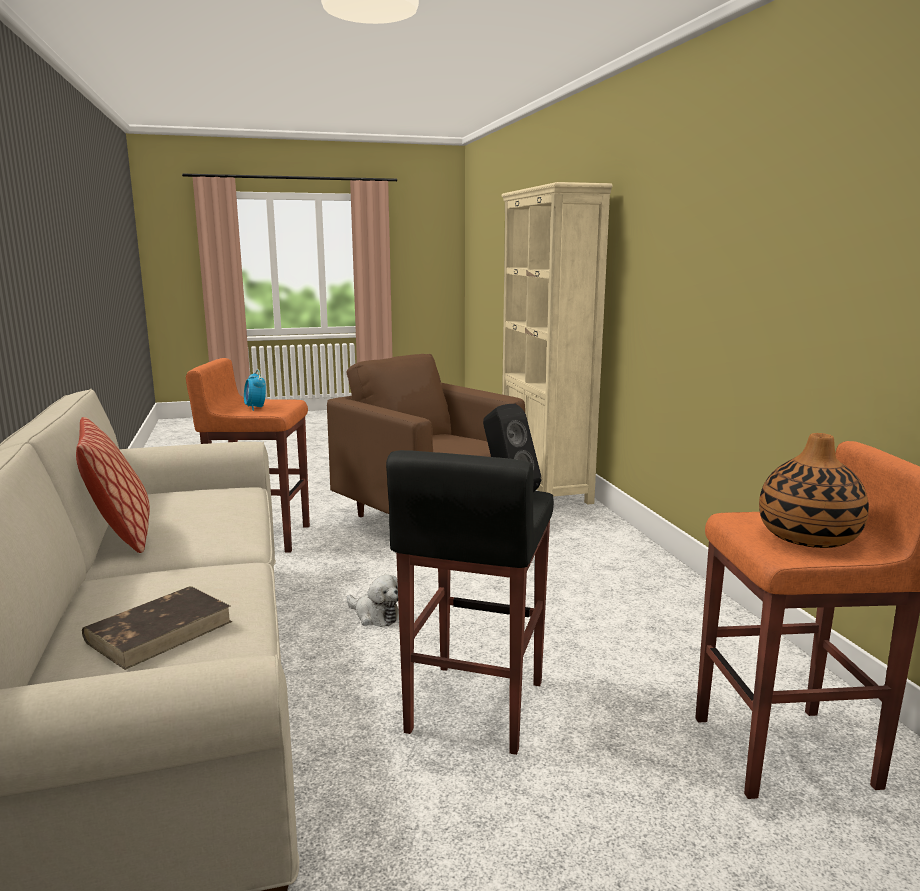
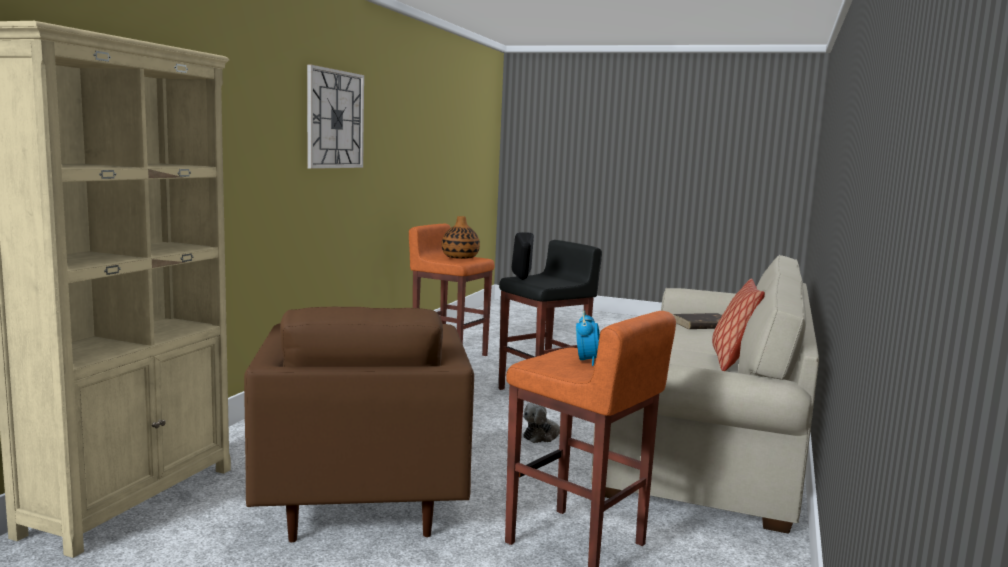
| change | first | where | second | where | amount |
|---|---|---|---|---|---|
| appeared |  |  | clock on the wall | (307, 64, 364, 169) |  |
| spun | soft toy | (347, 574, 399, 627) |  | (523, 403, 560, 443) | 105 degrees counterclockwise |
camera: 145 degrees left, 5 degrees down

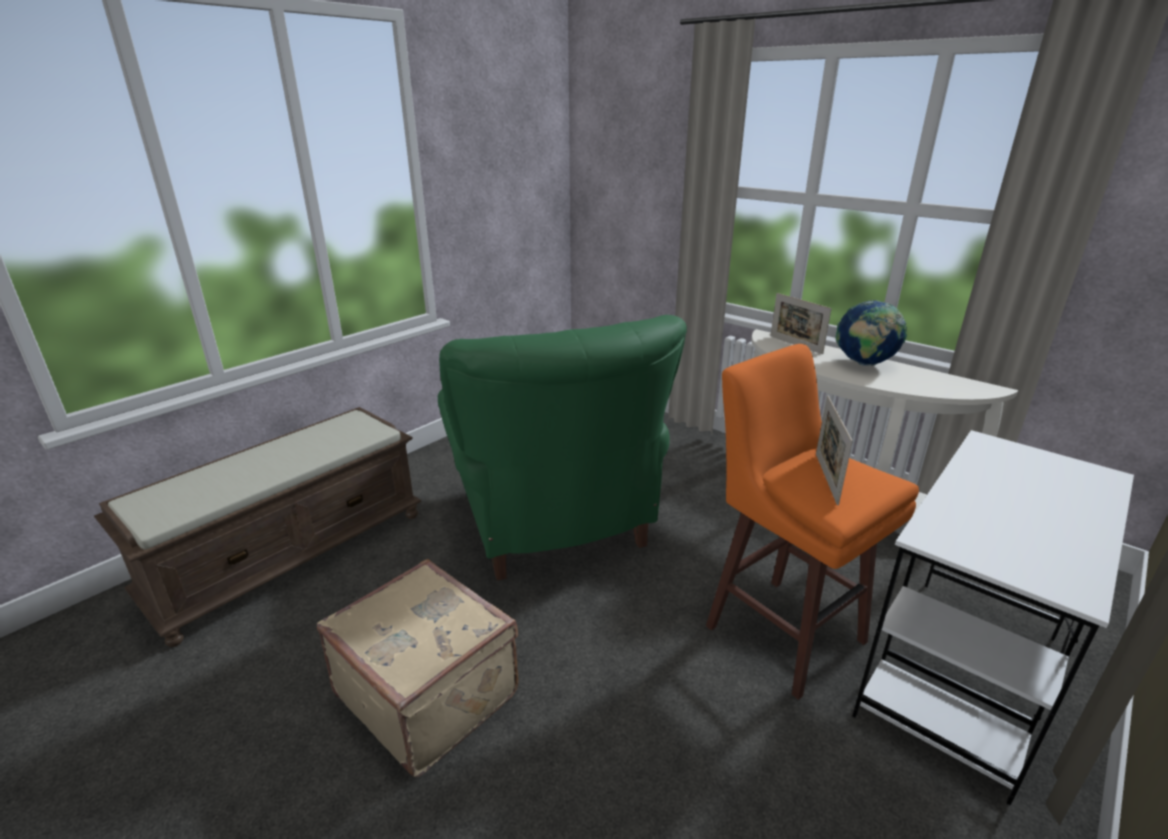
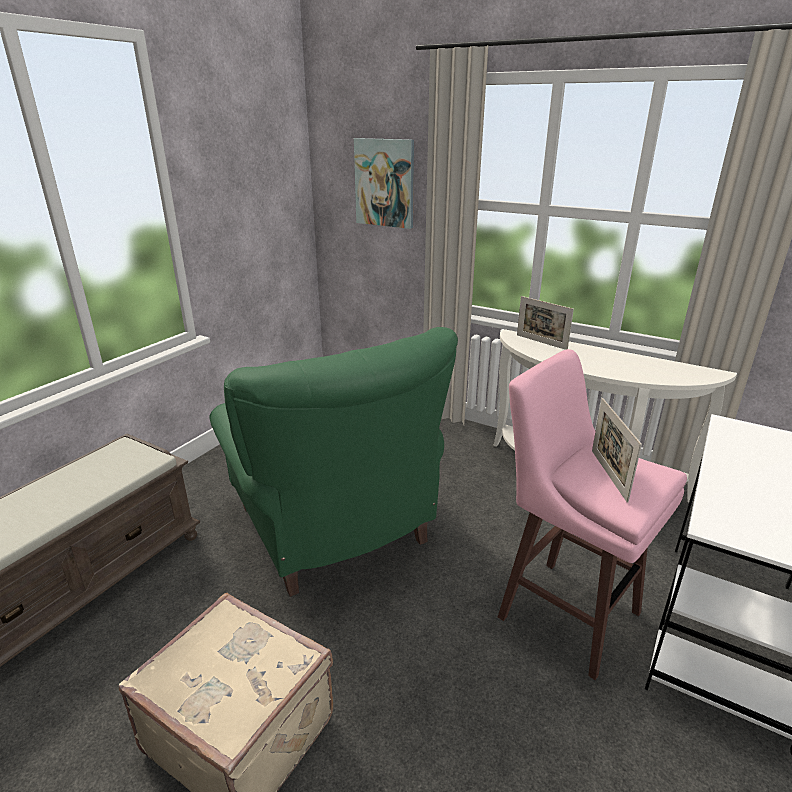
| change | first | where | second | where | amount |
|---|---|---|---|---|---|
| appeared |  |  | wall art | (354, 138, 414, 229) |  |
| colour | orange-coloured stool | (706, 344, 919, 700) | pinkish stool | (498, 349, 687, 680) |  |
| missing | desk globe | (835, 300, 907, 366) |  |  |  |
camera: 10 degrees left, 0 degrees up

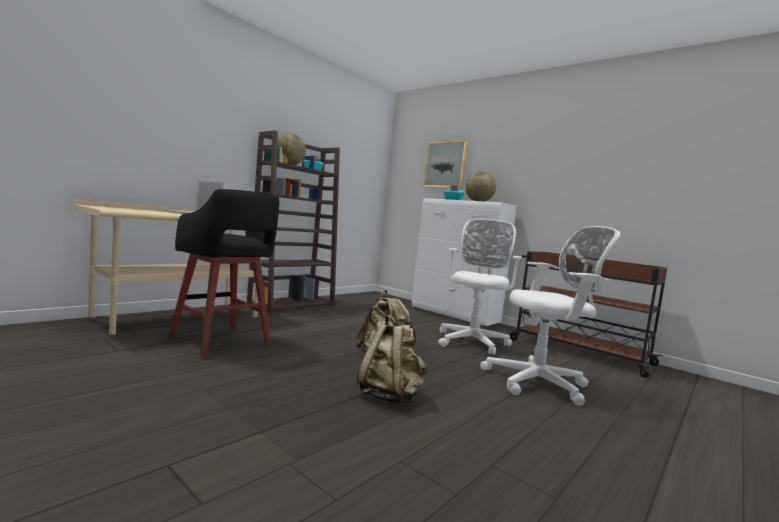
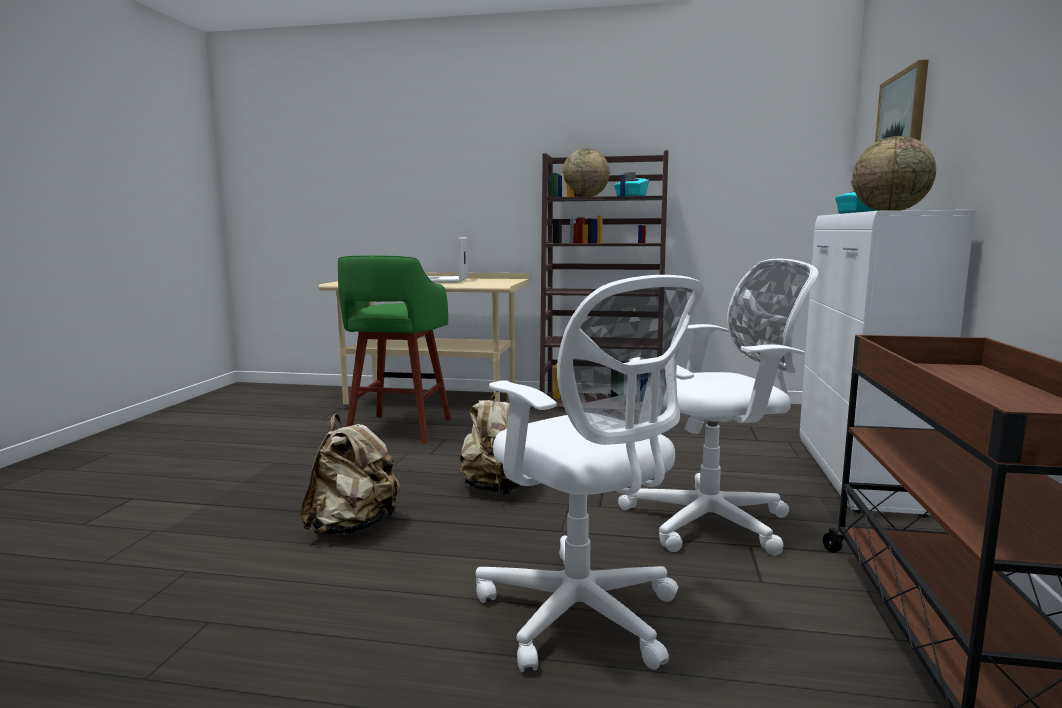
| change | first | where | second | where | amount |
|---|---|---|---|---|---|
| colour | blackish stool | (168, 189, 280, 359) | greenish stool | (338, 255, 451, 444) |  |
camera: 60 degrees right, 5 degrees up

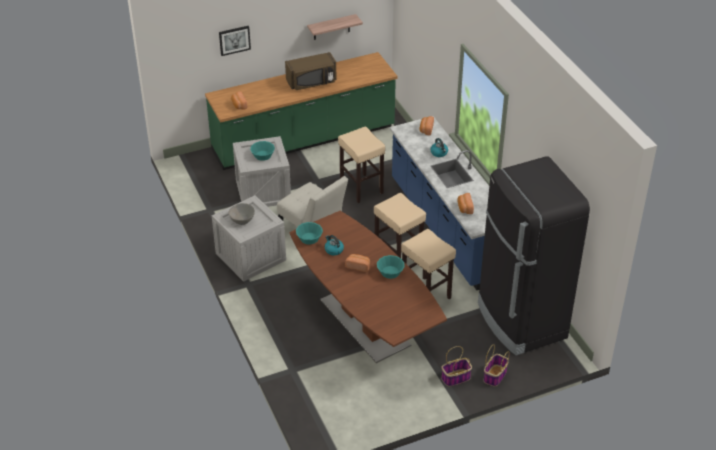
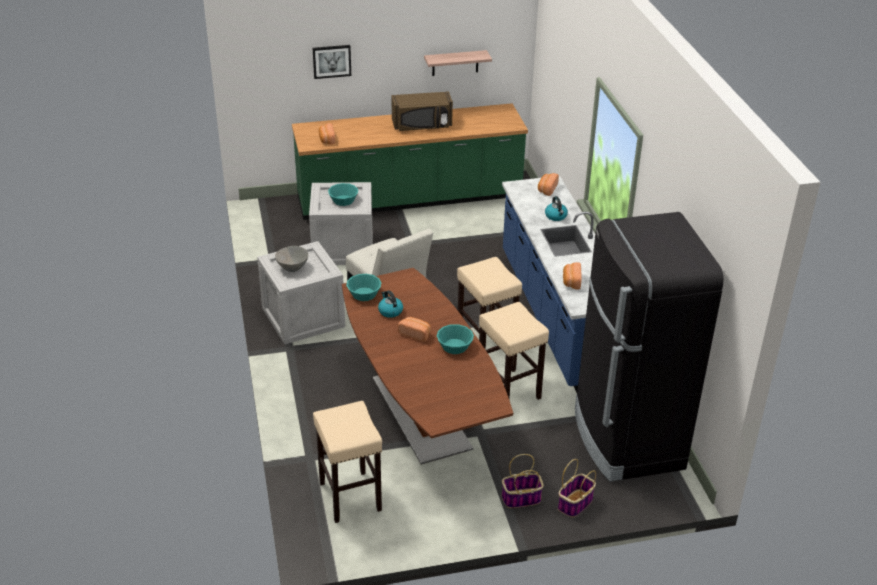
| change | first | where | second | where | amount |
|---|---|---|---|---|---|
| relocated | sand-coloured stool | (338, 126, 385, 203) |  | (313, 401, 382, 523) |  |
camera: 10 degrees right, 5 degrees down

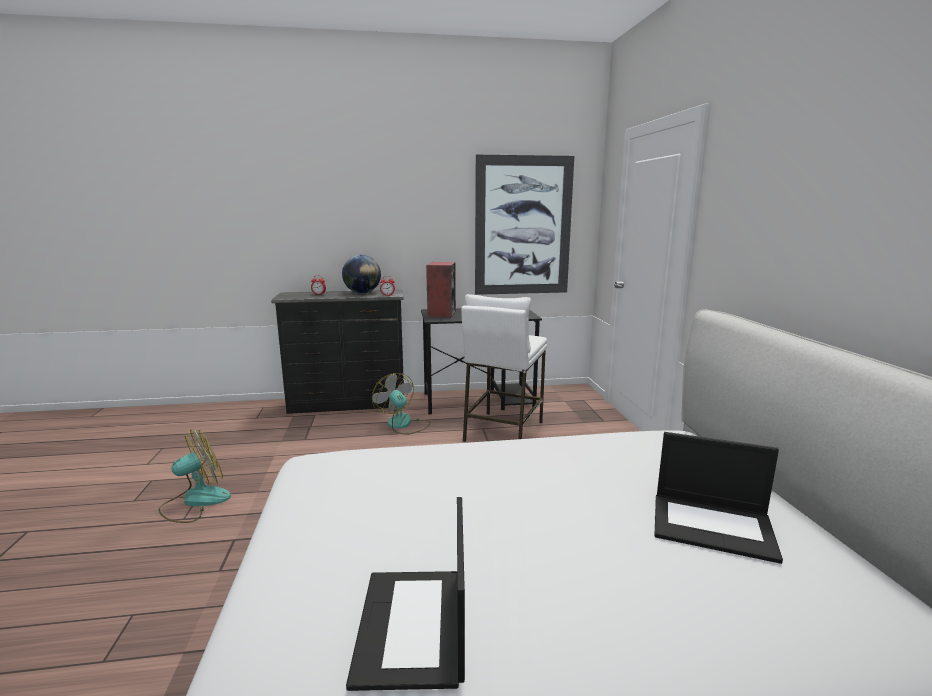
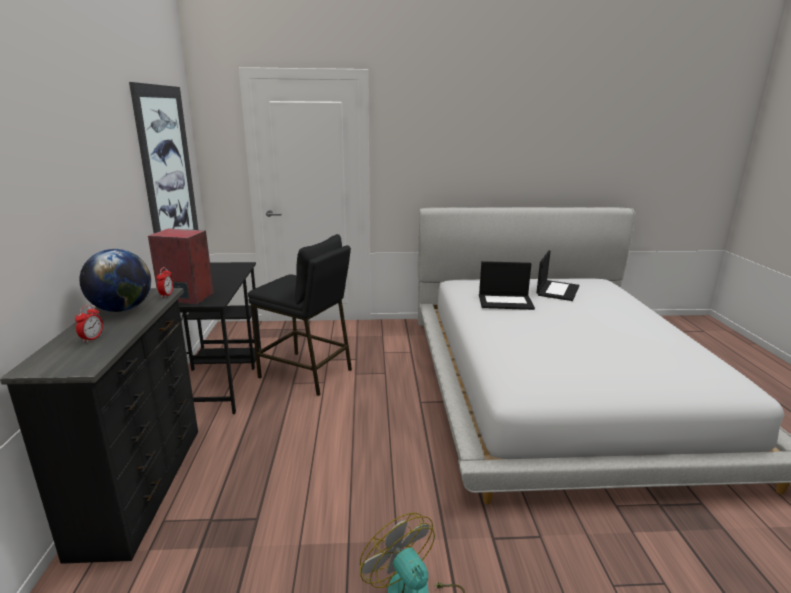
| change | first | where | second | where | amount |
|---|---|---|---|---|---|
| colour | whitish stool | (461, 294, 547, 442) | blackish stool | (248, 234, 352, 396) |  |
| relocated | portable computer | (346, 497, 465, 691) |  | (479, 261, 535, 310) |  |
| missing | electric fan | (372, 373, 431, 435) |  |  |  |
camera: 85 degrees left, 5 degrees up

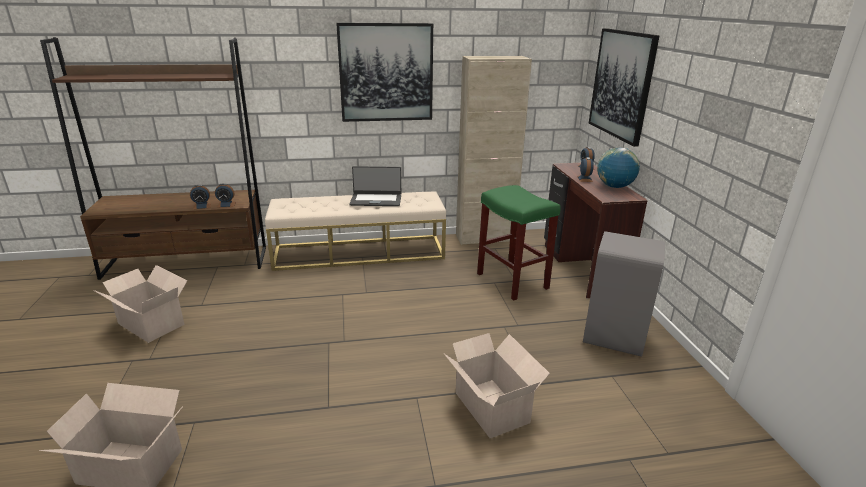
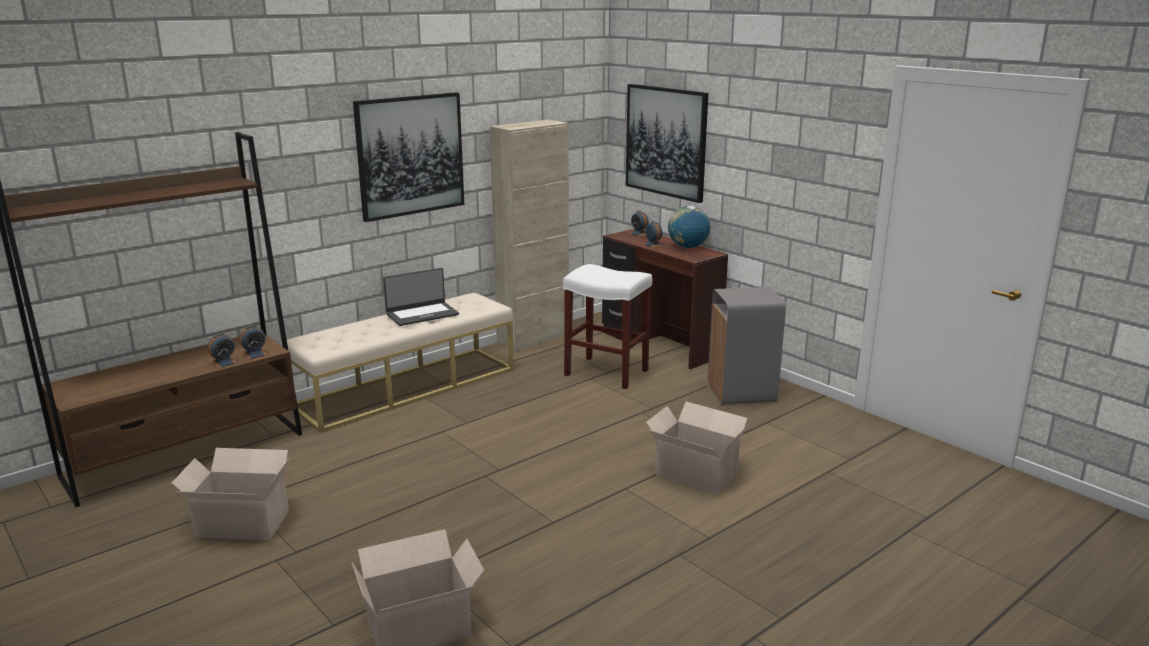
| change | first | where | second | where | amount |
|---|---|---|---|---|---|
| colour | greenish stool | (477, 185, 561, 301) | whitish stool | (563, 264, 652, 389) |  |
camera: 30 degrees left, 5 degrees down

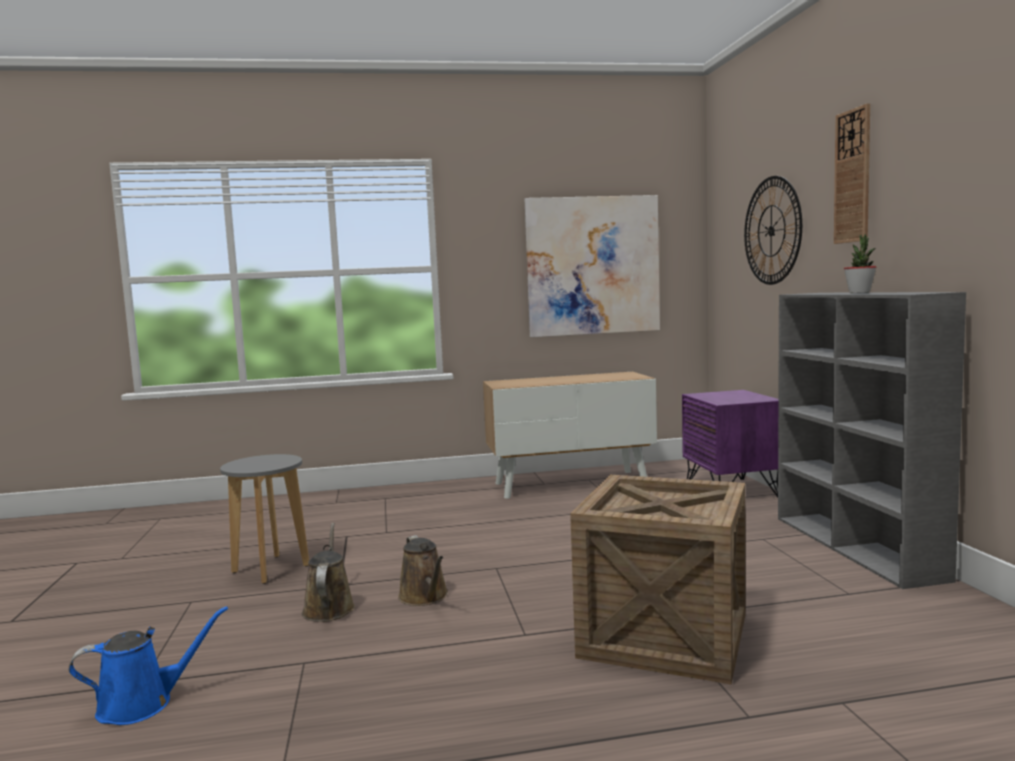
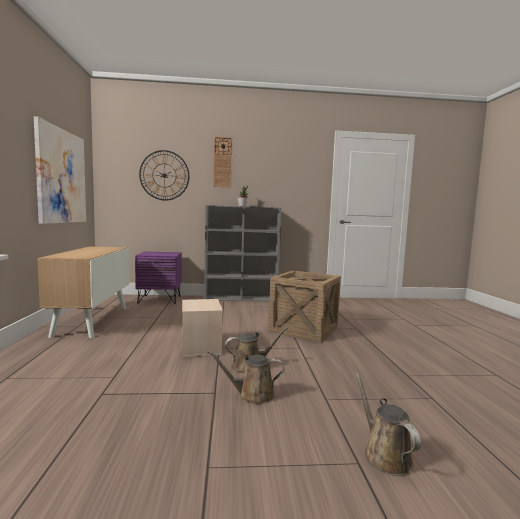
| change | first | where | second | where | amount |
|---|---|---|---|---|---|
| appeared |  |  | sand-coloured storage bin | (182, 299, 223, 357) |  |
| colour | bluish sprinkling can | (69, 606, 228, 725) | brown-coloured sprinkling can | (355, 372, 421, 476) |  |
| missing | grey stool | (220, 454, 309, 584) |  |  |  |
camera: 85 degrees left, 0 degrees up

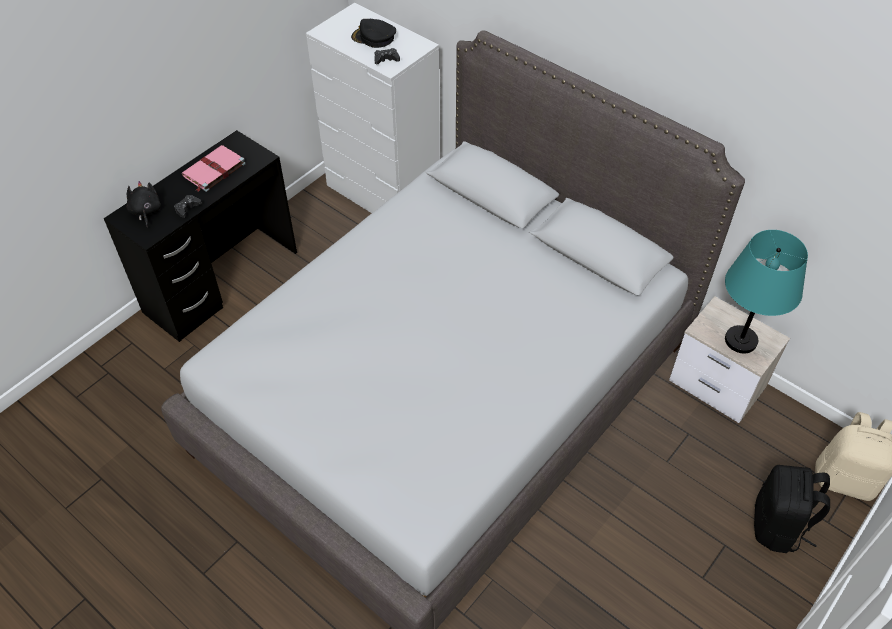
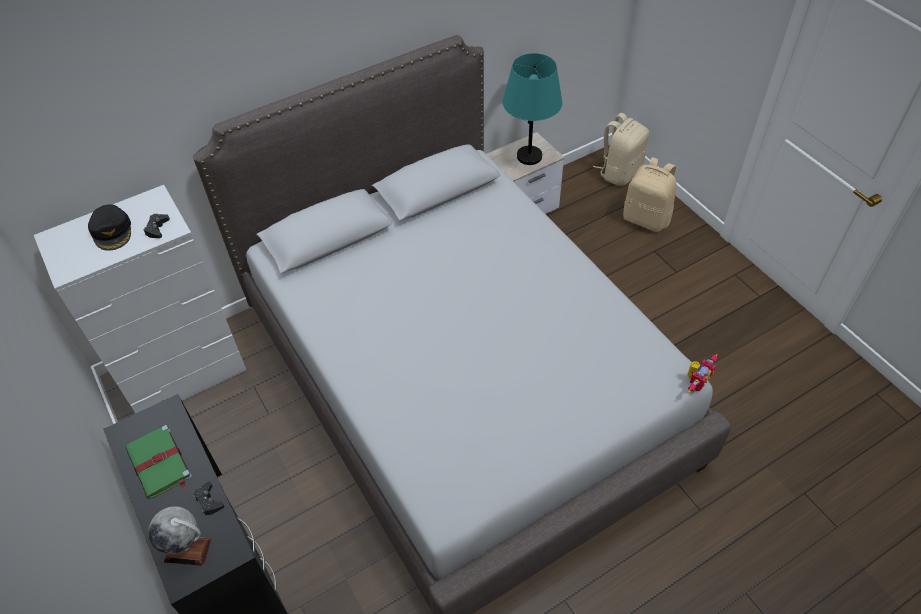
| change | first | where | second | where | amount |
|---|---|---|---|---|---|
| spun | blackish peaked cap | (351, 19, 396, 48) |  | (88, 204, 131, 251) | 60 degrees counterclockwise |
| colour | pinkish volume | (182, 145, 246, 192) | greenish volume | (125, 425, 192, 499) |  |
| exchanged | blackish soft toy | (126, 181, 161, 228) | desk globe | (148, 506, 211, 566) |  |
| colour | blackish rucksack | (754, 465, 830, 553) | sand-coloured rucksack | (623, 157, 677, 232) |  |
| appeared |  |  | model robot | (687, 354, 718, 393) |  |
camera: 70 degrees left, 0 degrees up

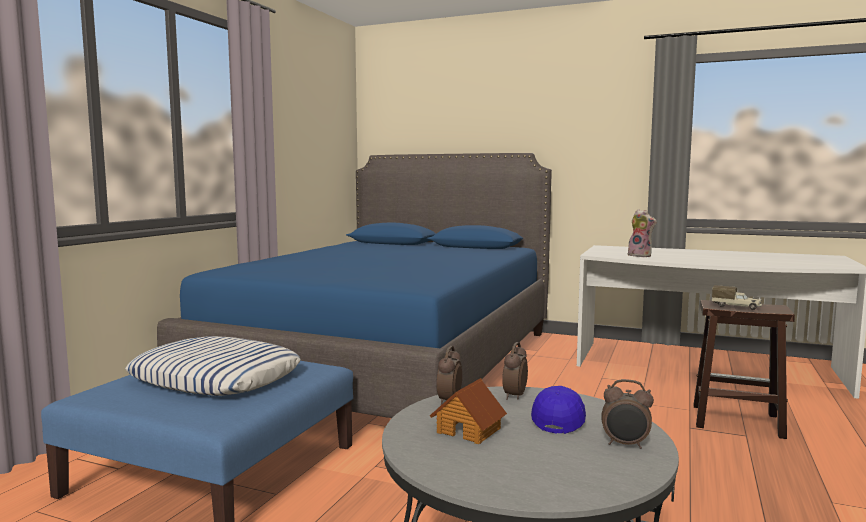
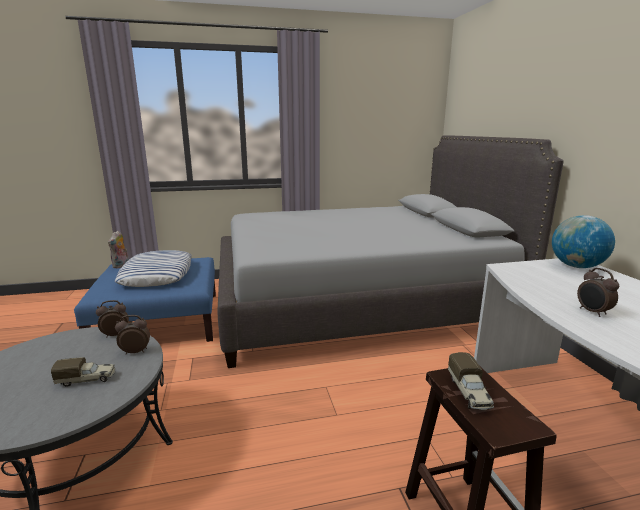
| change | first | where | second | where | amount |
|---|---|---|---|---|---|
| exchanged | bluish peaked cap | (531, 386, 586, 434) | model truck | (51, 357, 115, 387) |  |
| relocated | soft toy | (626, 209, 657, 257) |  | (108, 231, 129, 268) |  |
| colour | bluish bedroom bed | (157, 153, 552, 418) | grey bedroom bed | (217, 136, 564, 368) |  |
| appeared |  |  | desk globe | (552, 215, 615, 268) |  |
| relocated | alarm clock | (601, 379, 654, 449) |  | (577, 268, 619, 317) |  |
| missing | miniature house | (430, 378, 507, 444) |  |  |  |
camera: 55 degrees right, 10 degrees up

